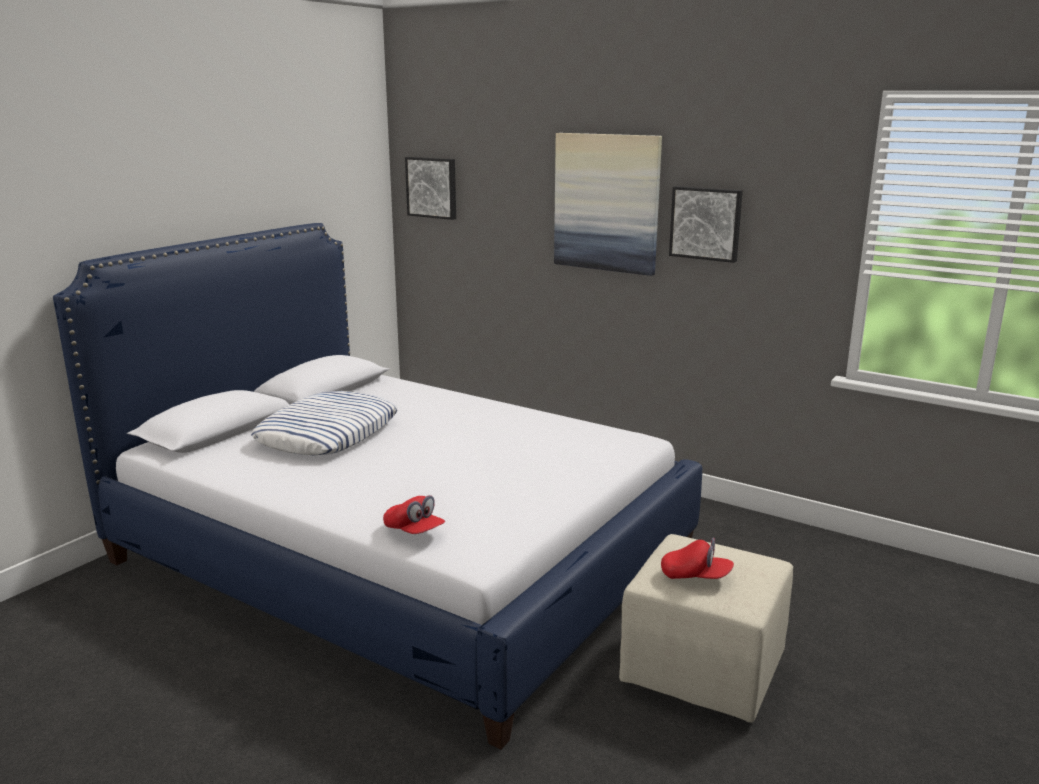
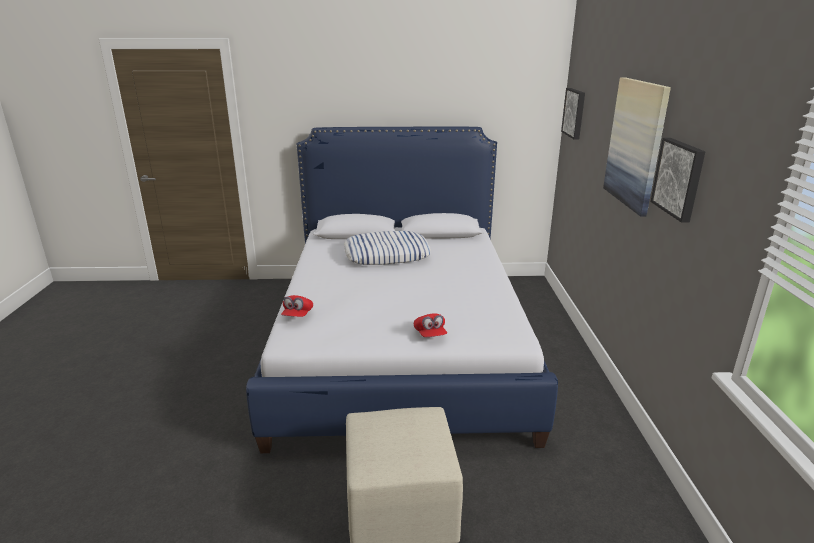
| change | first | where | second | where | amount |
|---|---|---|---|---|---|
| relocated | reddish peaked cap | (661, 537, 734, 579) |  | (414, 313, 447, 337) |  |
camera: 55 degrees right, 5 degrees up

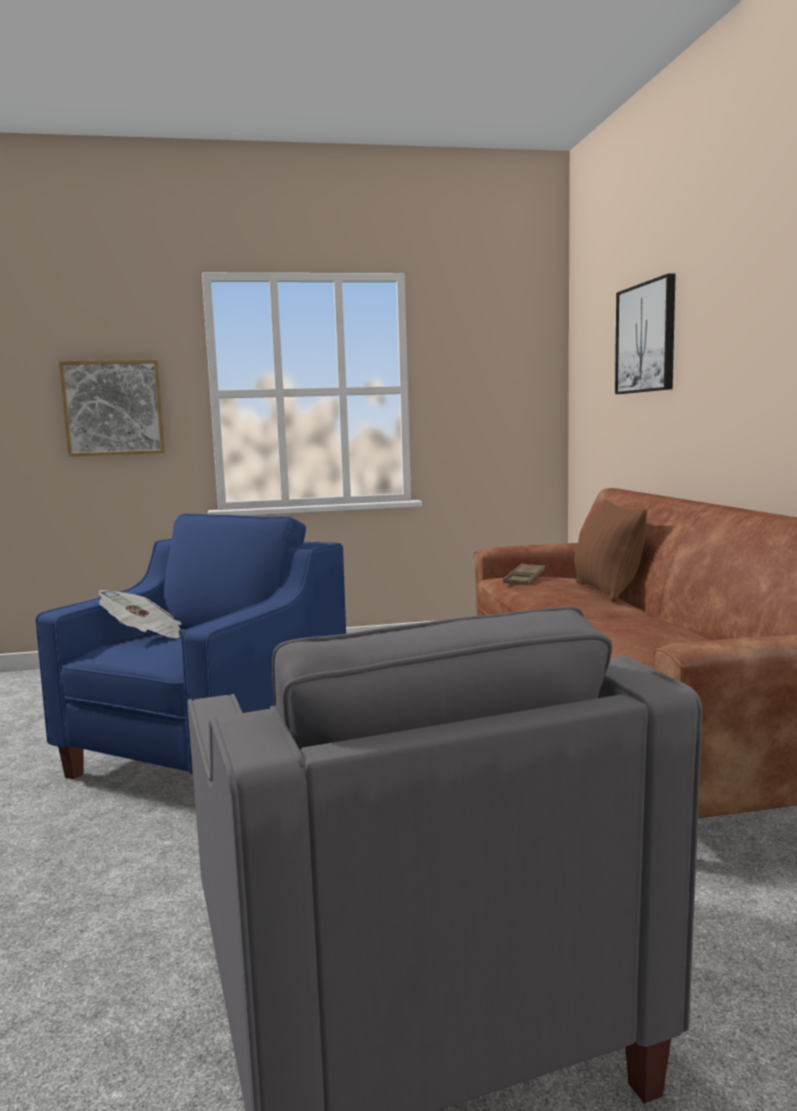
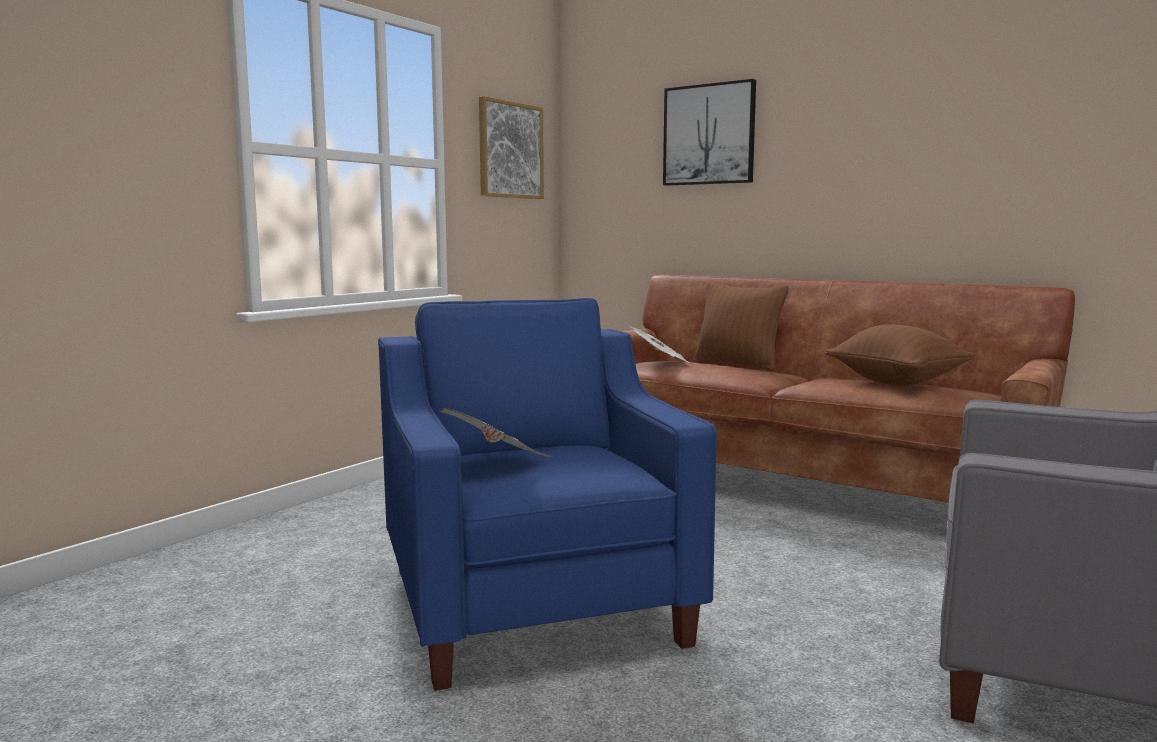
| change | first | where | second | where | amount |
|---|---|---|---|---|---|
| relocated | wall art | (59, 360, 165, 457) |  | (479, 96, 544, 199) |  |
| exchanged | brown-coloured serving tray | (503, 563, 545, 585) | daily paper | (627, 325, 692, 364) |  |
| appeared |  |  | brown-coloured pillow | (825, 325, 975, 386) |  |
camera: 45 degrees left, 0 degrees up

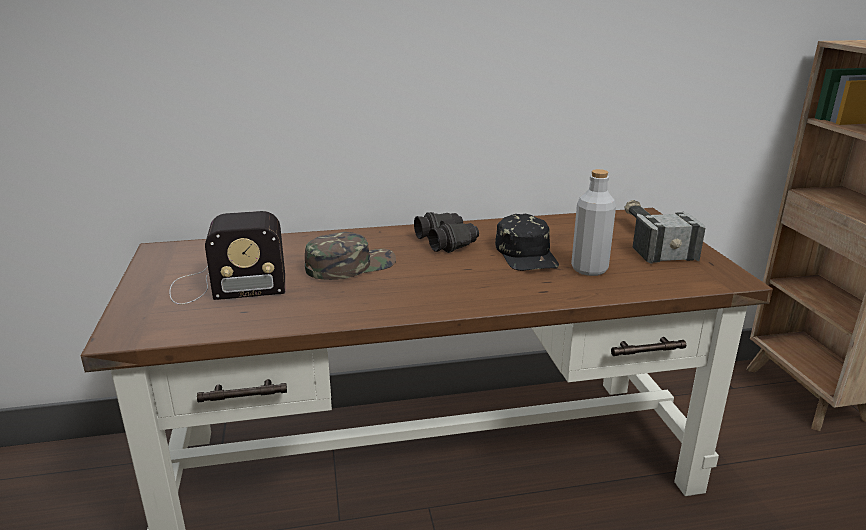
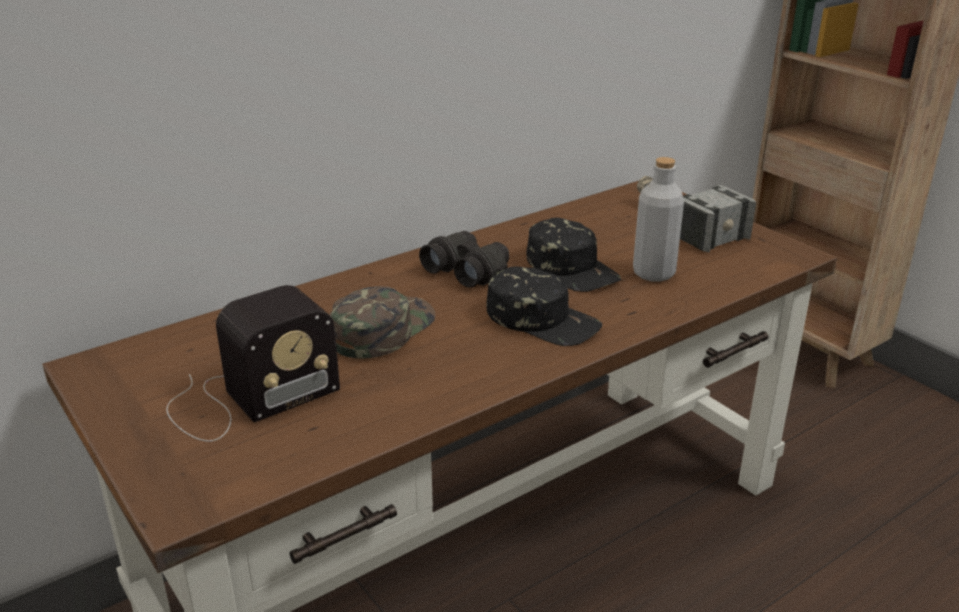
| change | first | where | second | where | amount |
|---|---|---|---|---|---|
| appeared |  |  | blackish peaked cap | (486, 266, 602, 346) |  |
camera: 25 degrees left, 5 degrees up

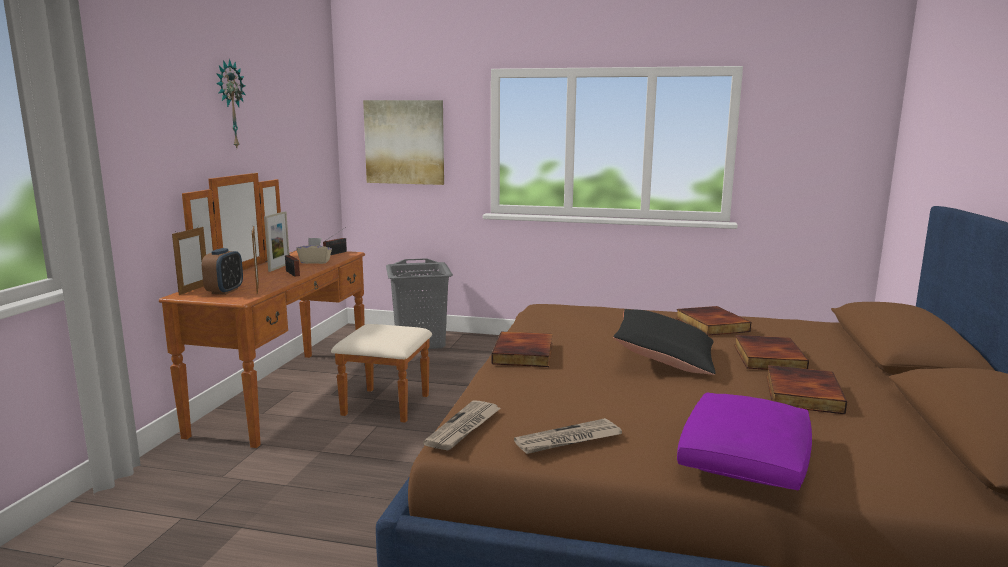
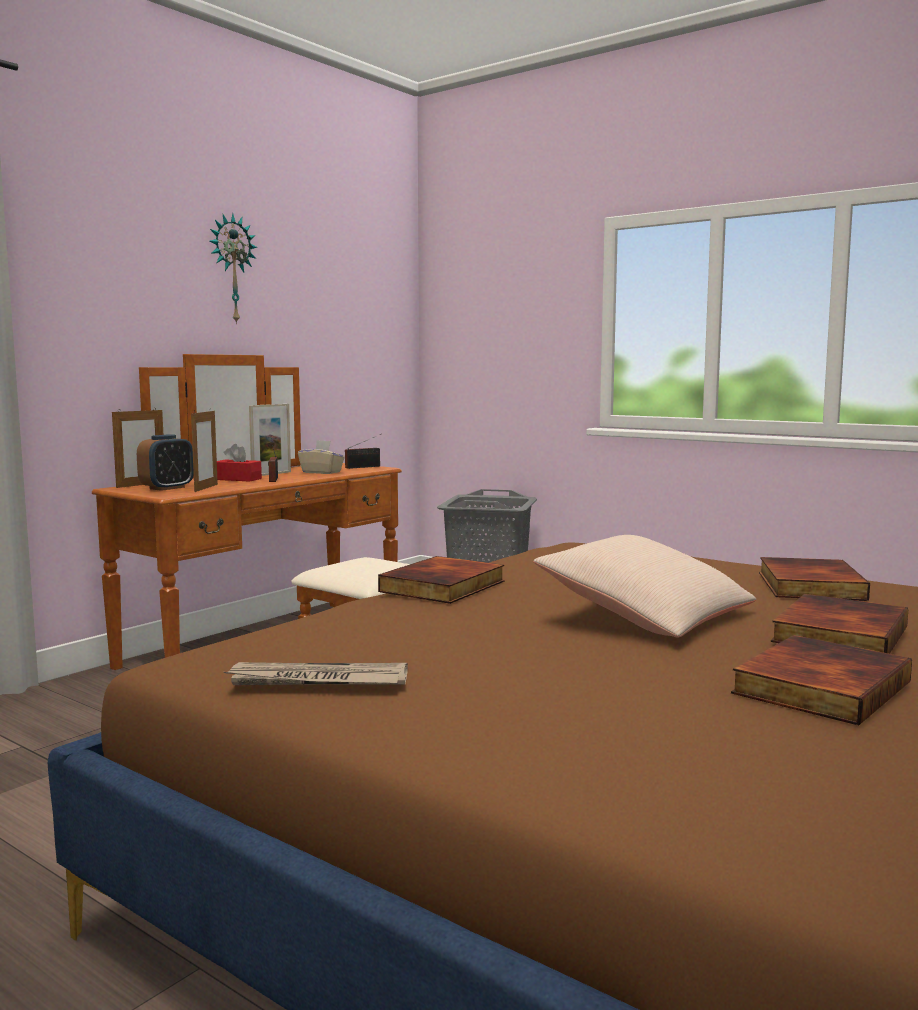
| change | first | where | second | where | amount |
|---|---|---|---|---|---|
| appeared |  |  | reddish tissue box | (217, 444, 262, 481) |  |
| colour | blackish pillow | (613, 309, 715, 375) | sand-coloured pillow | (533, 535, 756, 638) |  |
| missing | wall art | (363, 100, 444, 185) |  |  |  |
| missing | daily paper | (423, 400, 501, 451) |  |  |  |
| missing | purplish pillow | (677, 393, 812, 490) |  |  |  |
camera: 25 degrees right, 5 degrees down

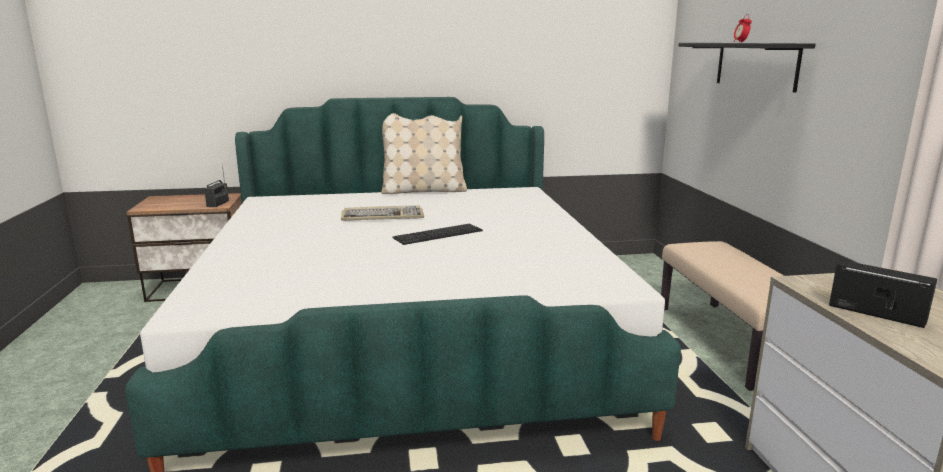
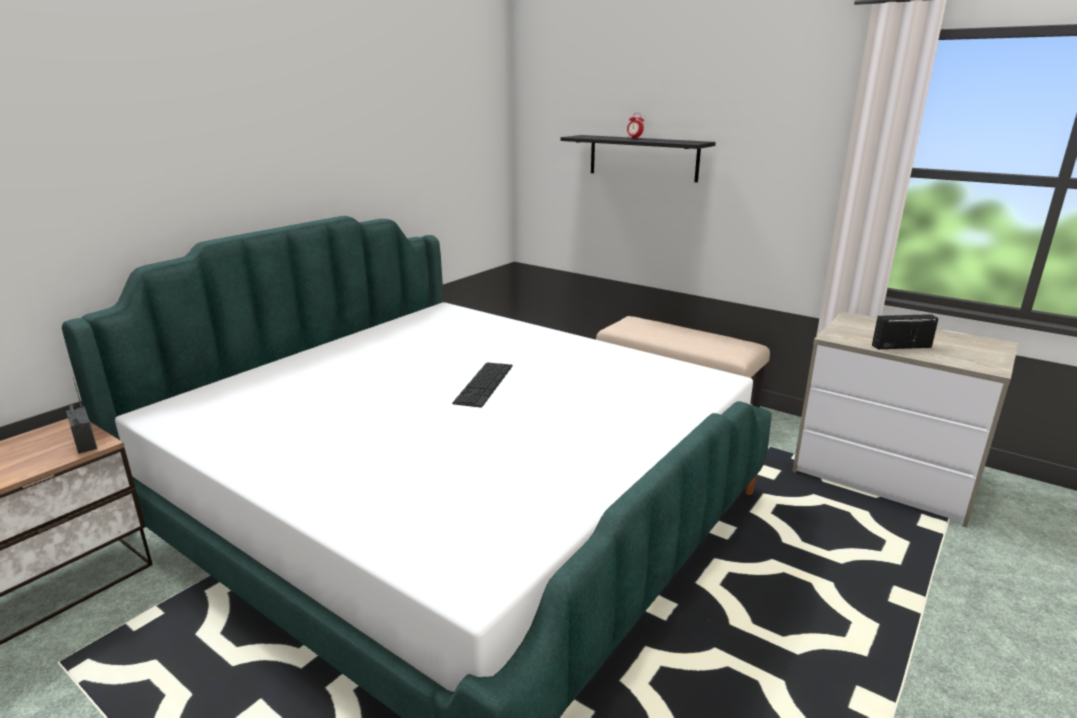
| change | first | where | second | where | amount |
|---|---|---|---|---|---|
| missing | computer keyboard | (341, 205, 424, 221) |  |  |  |
| missing | sand-coloured pillow | (381, 113, 467, 194) |  |  |  |
camera: 45 degrees left, 5 degrees up

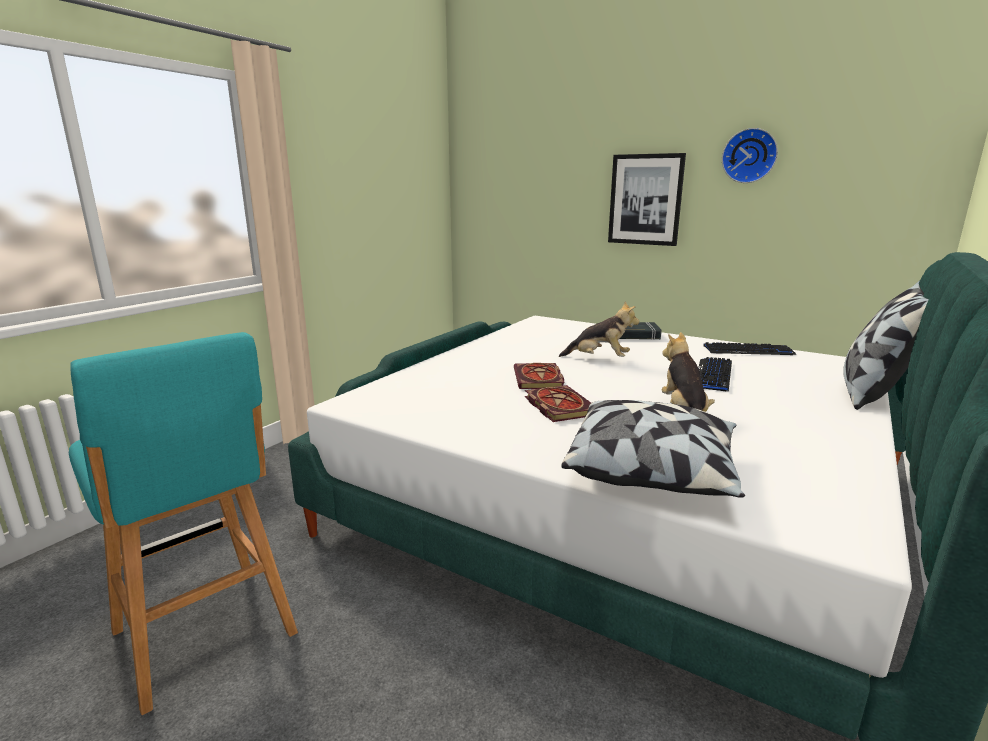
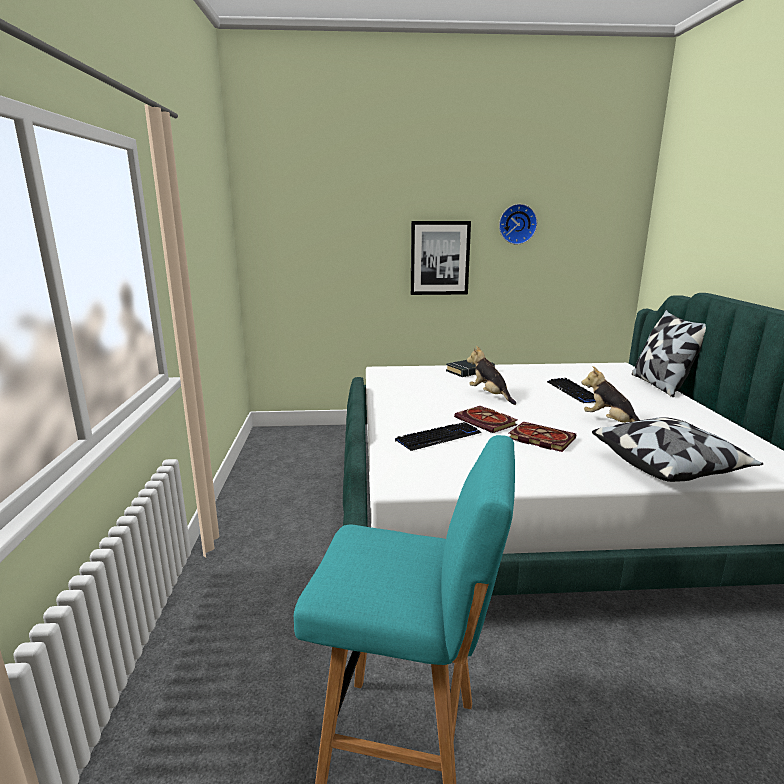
| change | first | where | second | where | amount |
|---|---|---|---|---|---|
| relocated | computer keyboard | (703, 342, 796, 355) |  | (395, 422, 481, 451) |  |
| spun | soft toy | (559, 301, 639, 357) |  | (467, 346, 516, 405) | 105 degrees counterclockwise |
camera: 35 degrees left, 0 degrees up

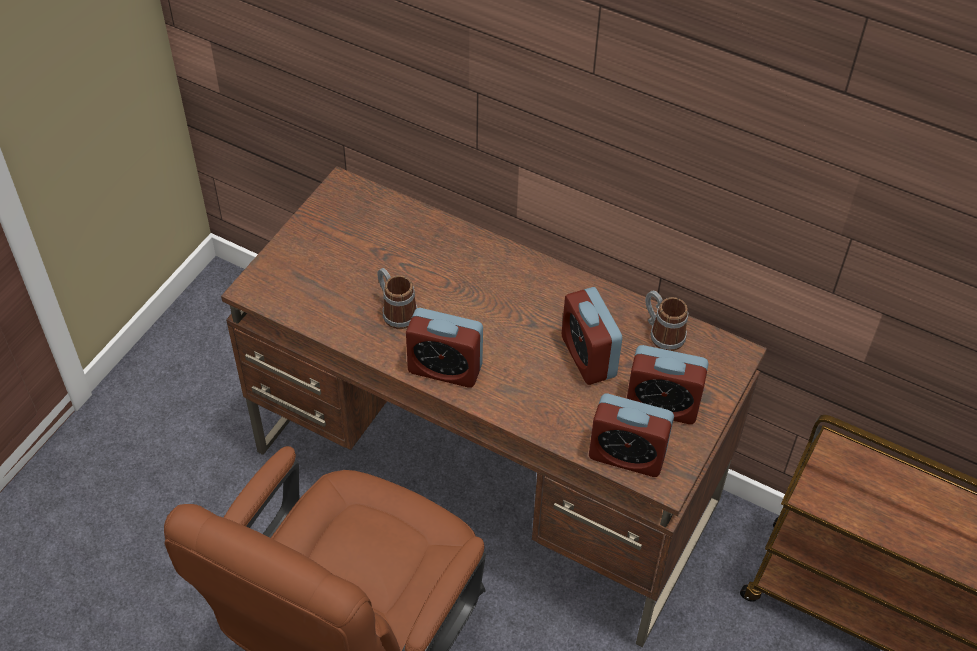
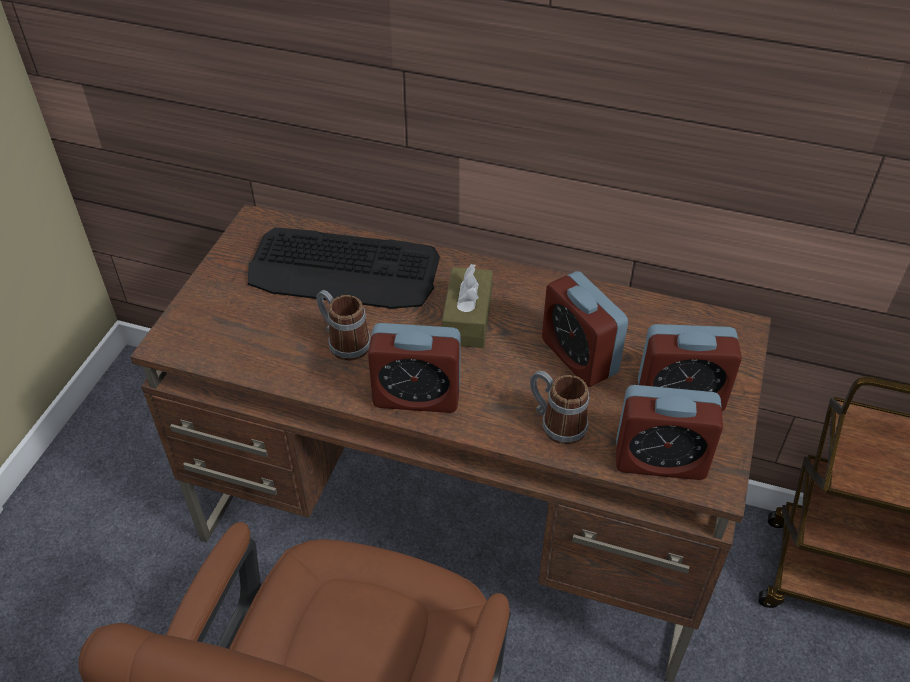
| change | first | where | second | where | amount |
|---|---|---|---|---|---|
| appeared |  |  | computer keyboard | (248, 228, 440, 309) |  |
| appeared |  |  | brown-coloured tissue box | (442, 264, 493, 348) |  |
| relocated | coffee mug | (645, 290, 688, 351) |  | (530, 371, 589, 445) |  |
camera: 10 degrees left, 5 degrees down

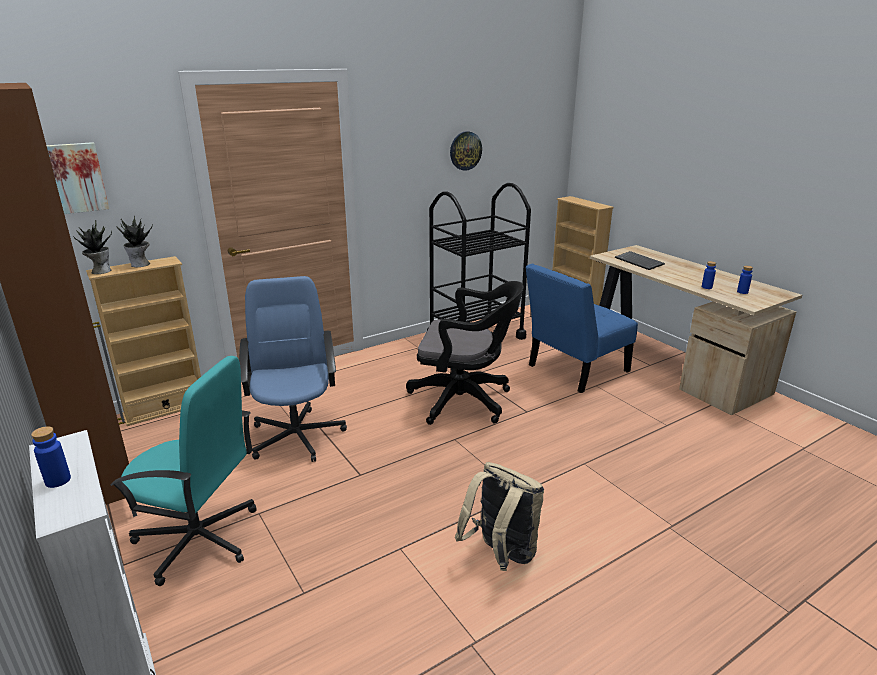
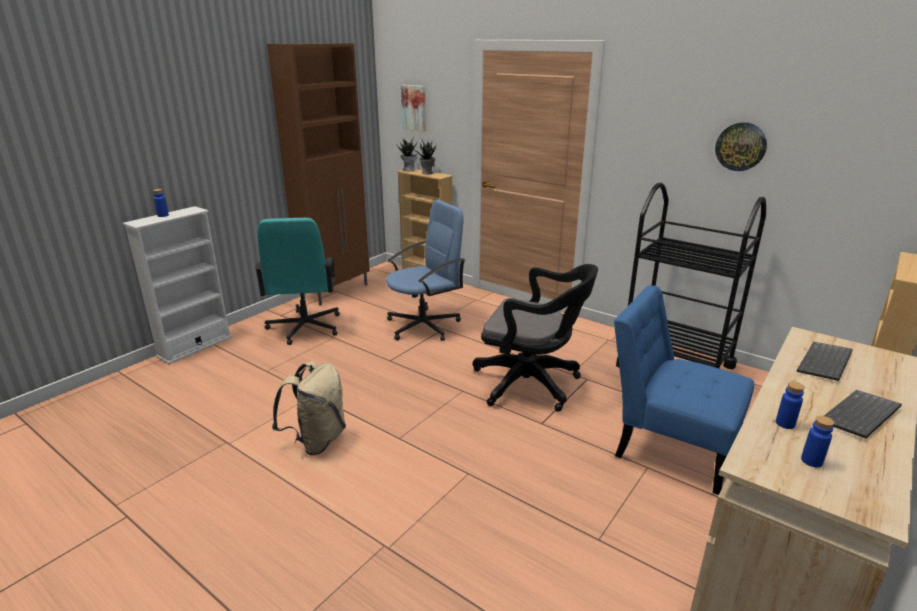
| change | first | where | second | where | amount |
|---|---|---|---|---|---|
| spun | blackish desk chair | (406, 281, 524, 425) |  | (472, 264, 598, 412) | 60 degrees counterclockwise |
| appeared |  |  | computer keyboard | (824, 390, 902, 439) |  |
camera: 70 degrees right, 0 degrees up

